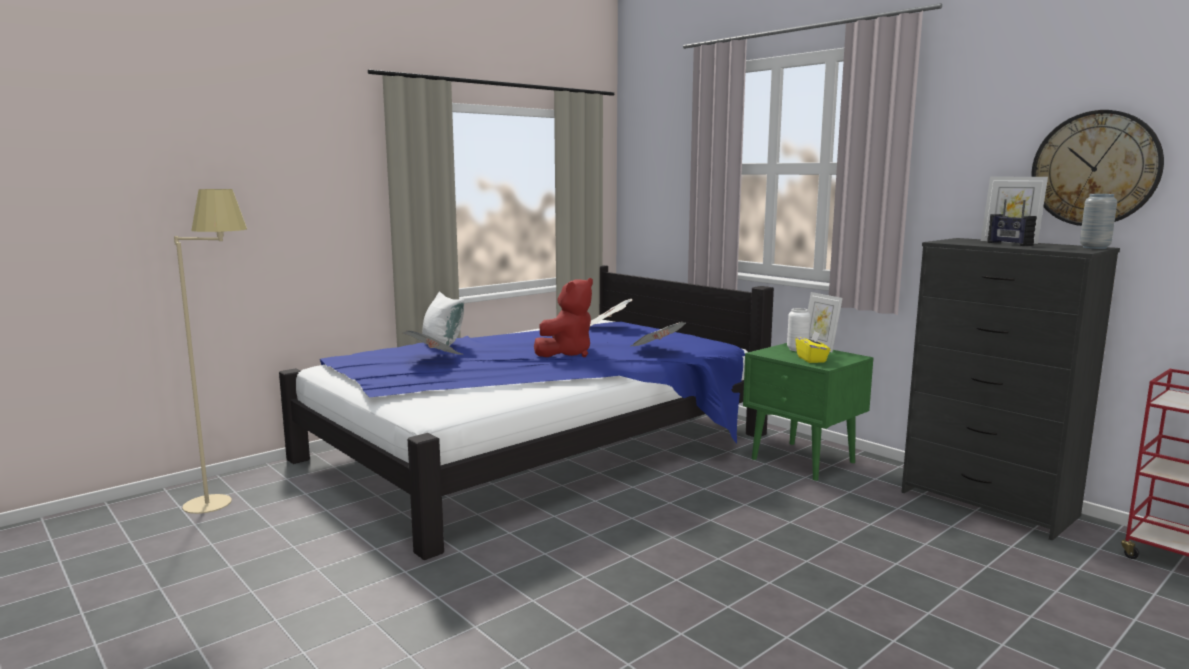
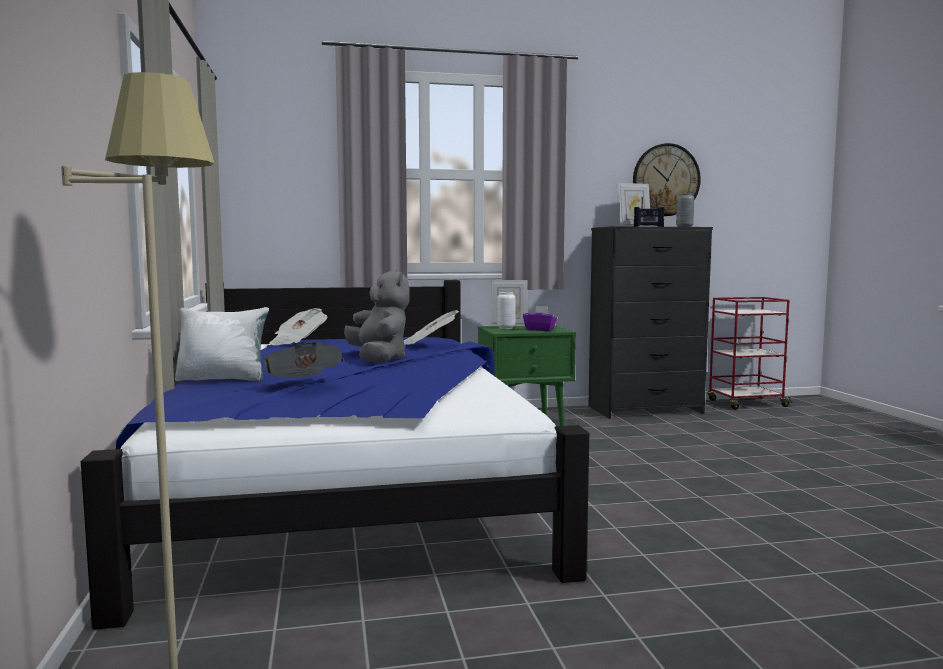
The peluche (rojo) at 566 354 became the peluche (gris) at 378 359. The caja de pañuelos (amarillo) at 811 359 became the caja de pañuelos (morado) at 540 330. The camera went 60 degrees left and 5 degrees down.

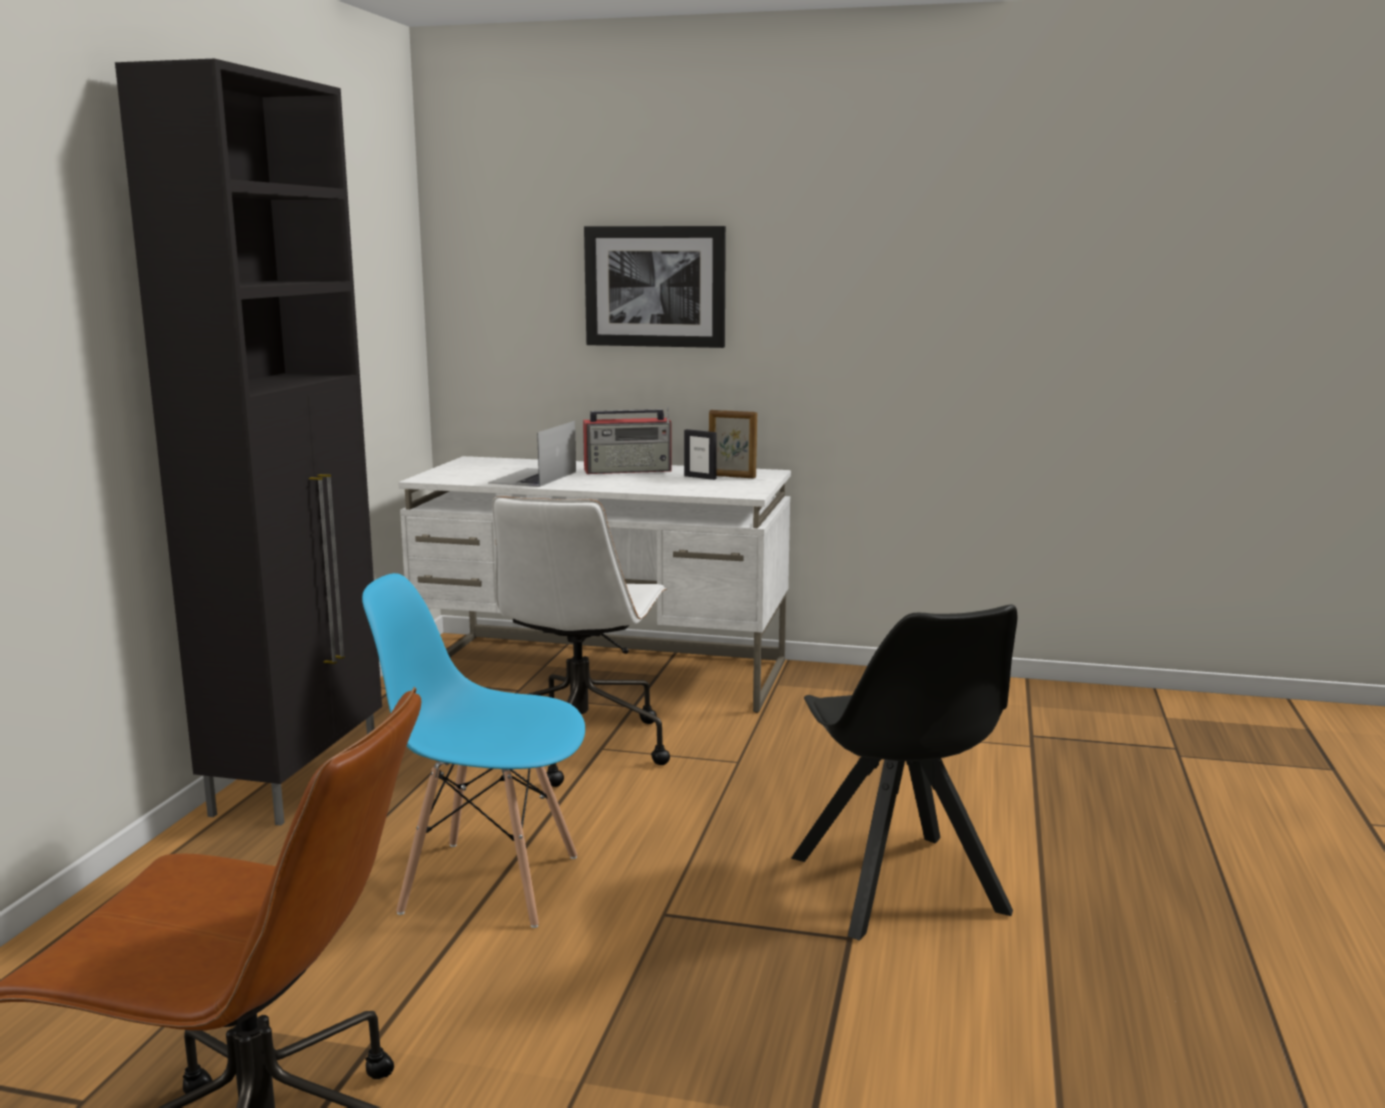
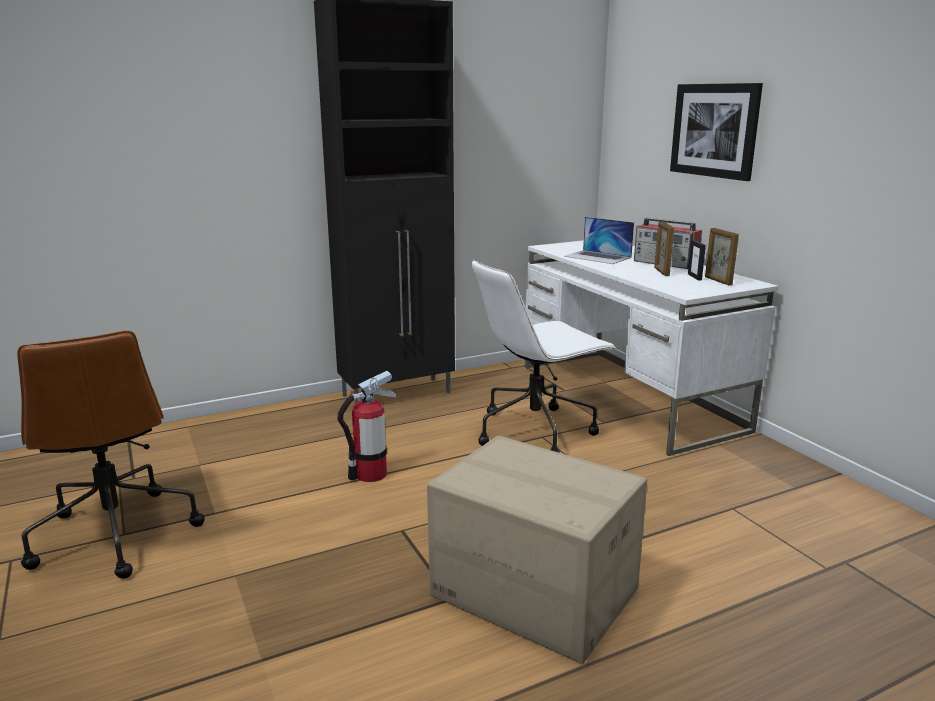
The portátil at 533 477 turned 120 degrees counterclockwise. The silla (azul) at 489 883 was replaced by the extintor at 370 474. The silla (negro) at 900 888 was replaced by the caja de cartón at 533 593. The portarretratos at 661 272 appeared. The camera went 50 degrees right and 5 degrees up.

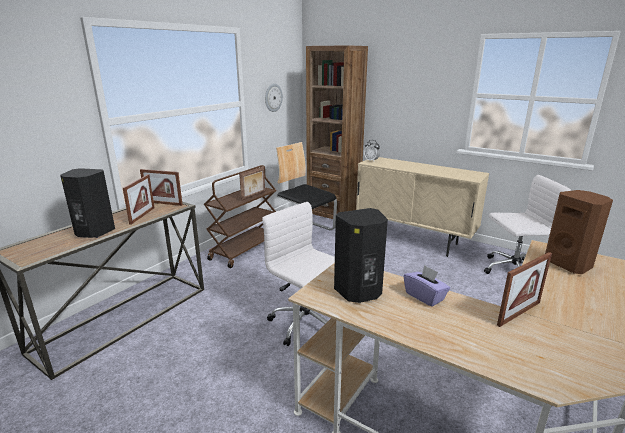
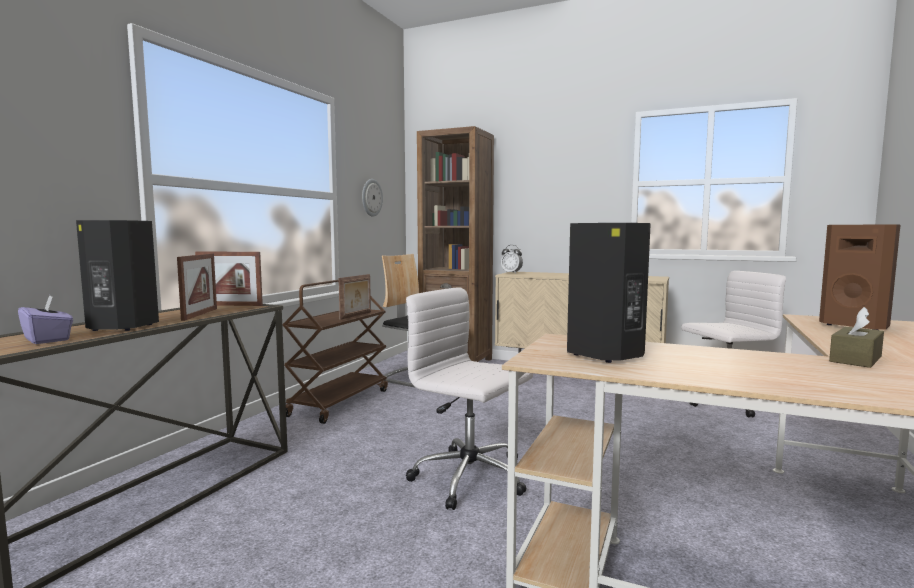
The portarretratos at 519 313 was replaced by the caja de pañuelos (marrón) at 855 359. The caja de pañuelos (morado) moved from 425 296 to 48 339. The camera went 10 degrees left and 15 degrees down.

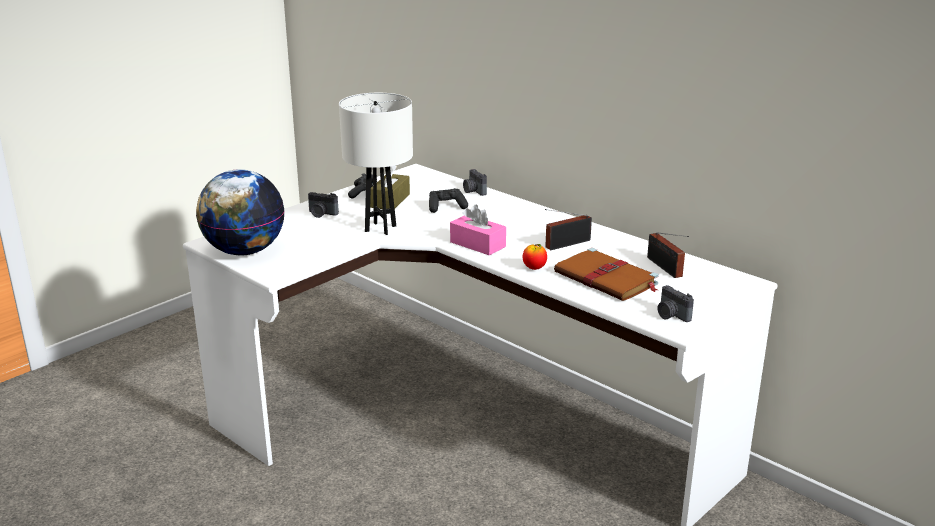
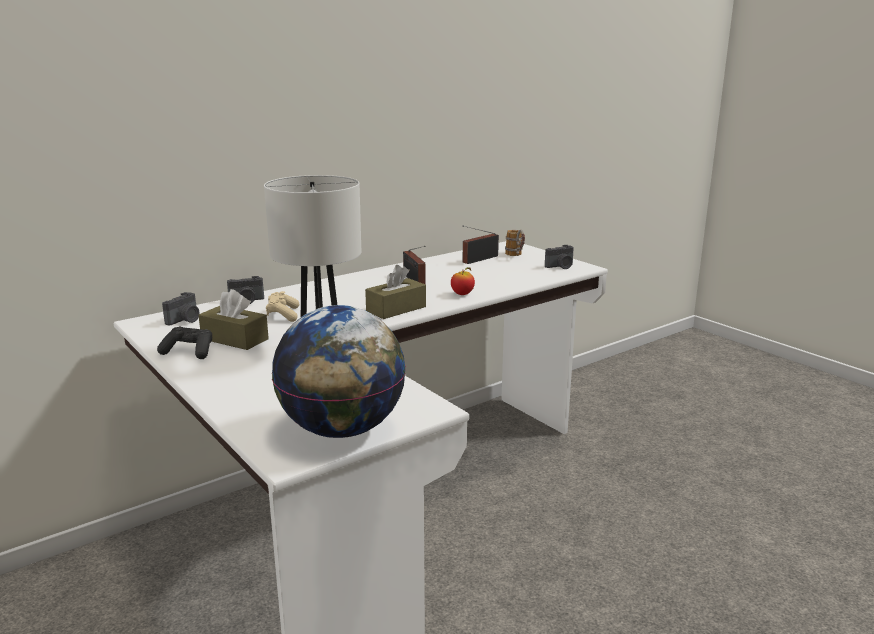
The mando de consola (negro) at 446 207 became the mando de consola (beis) at 283 315. The cámara moved from 321 214 to 185 320. The caja de pañuelos (rosa) at 477 244 became the caja de pañuelos (marrón) at 396 309. The radio at 665 268 turned 150 degrees clockwise. The libro (marrón) at 607 279 disappeared. The taza grande at 516 256 appeared. The camera went 80 degrees left and 5 degrees down.

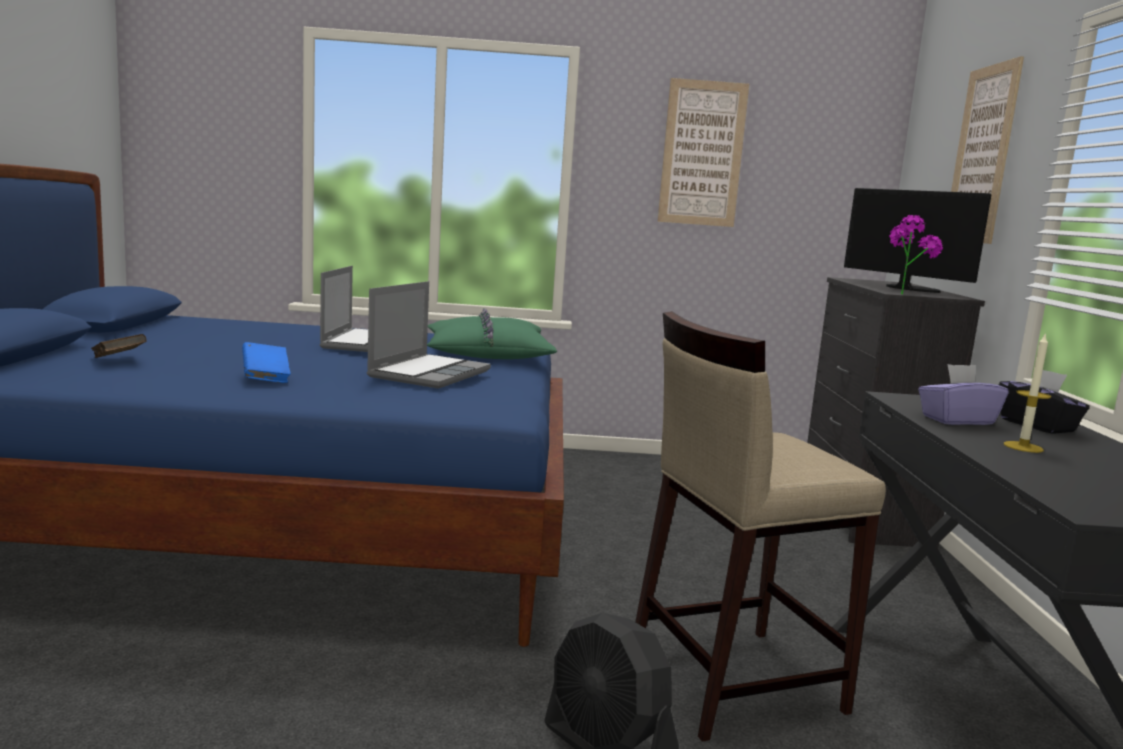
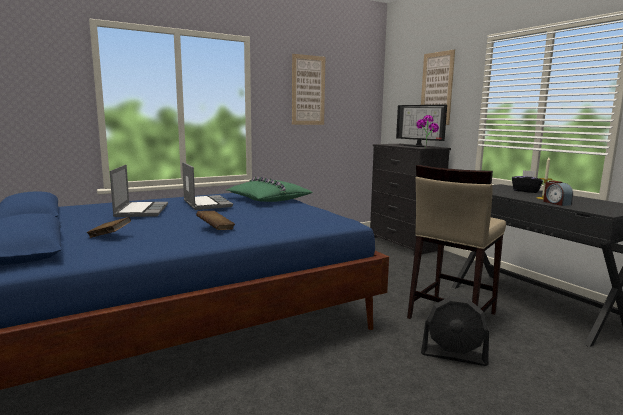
The monitor at 909 289 turned 150 degrees counterclockwise. The portátil moved from 429 373 to 141 210. The libro (azul) at 266 378 became the libro (marrón) at 216 229. The caja de pañuelos (morado) at 956 420 disappeared. The despertador at 556 203 appeared. The camera went 30 degrees left and 0 degrees up.

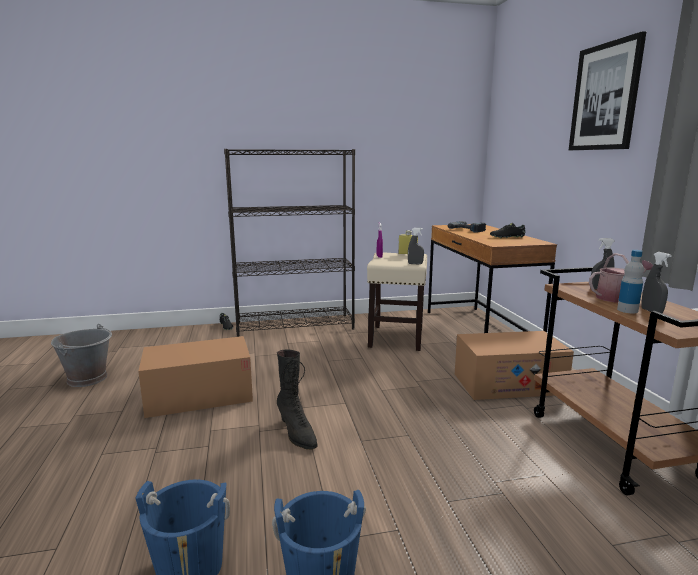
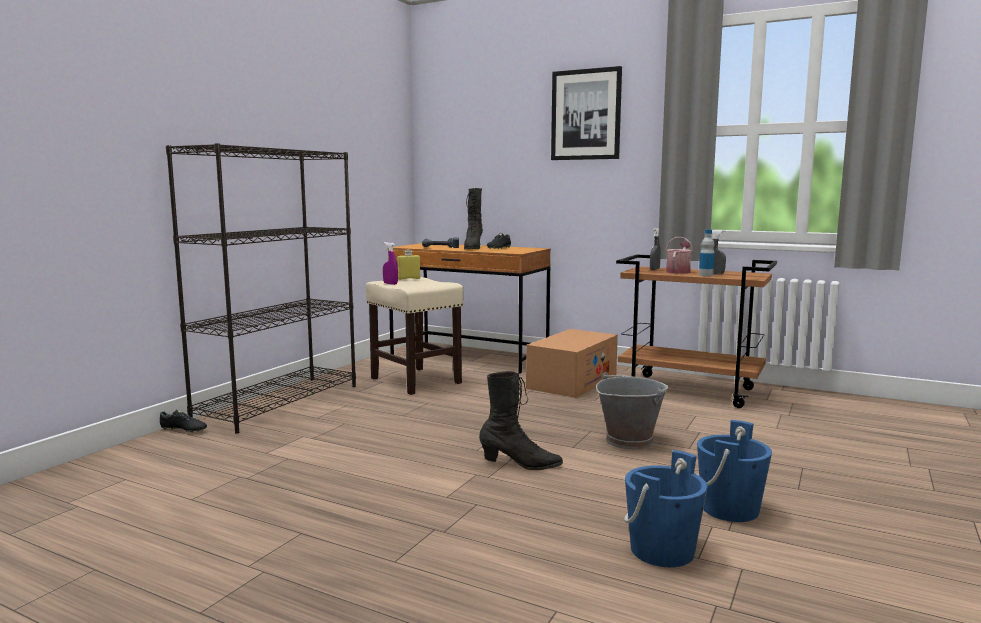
The pulverizador (gris) at 415 264 disappeared. The cubo (gris) moved from 88 378 to 629 440. The caja de cartón at 199 395 disappeared. The bota (negro) at 473 248 appeared. The camera went 50 degrees left and 5 degrees down.

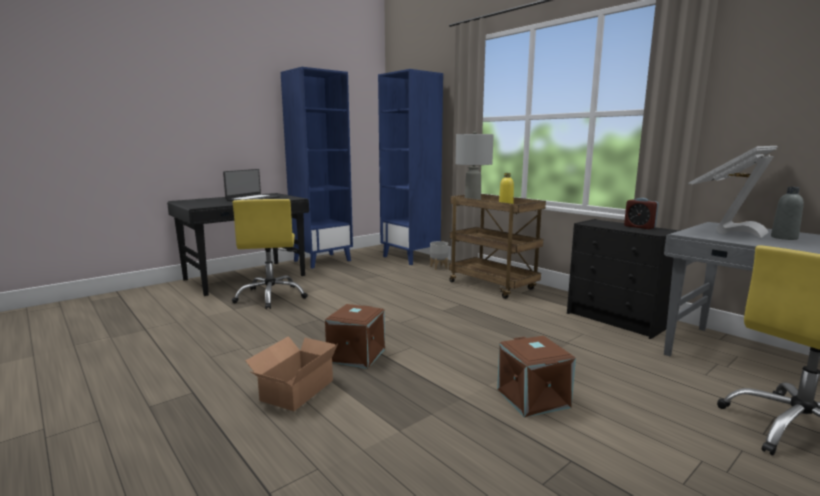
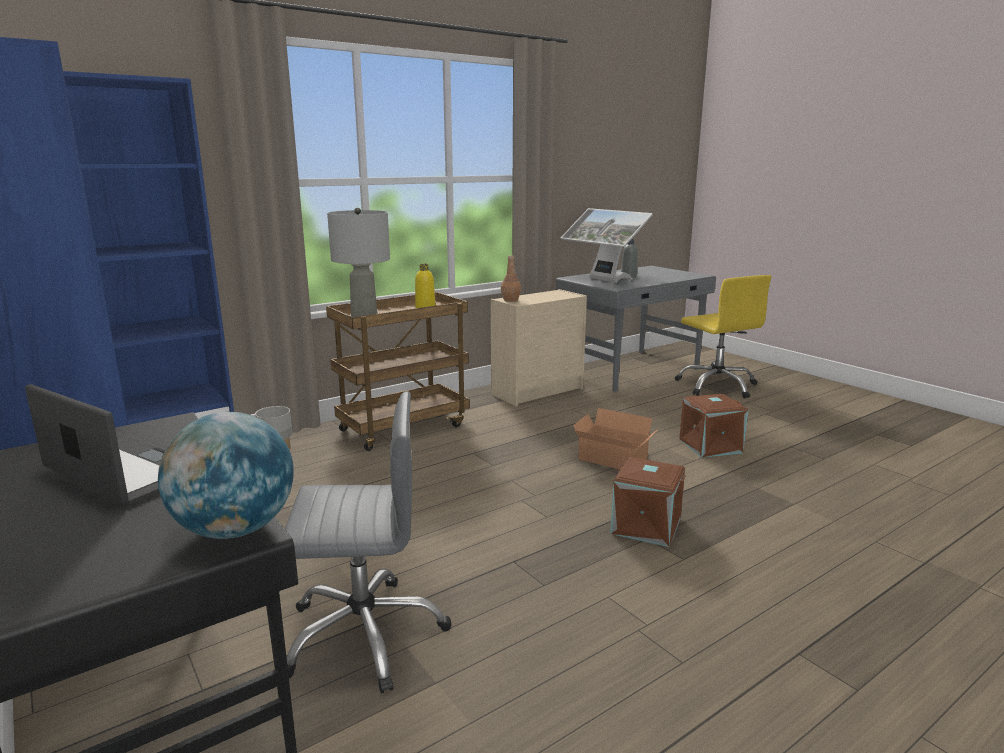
The despertador at 639 227 disappeared. The silla de oficina (amarillo) at 271 297 became the silla de oficina (gris) at 364 633. The cómoda (negro) at 617 320 became the cómoda (beis) at 538 391. The caja de cartón moved from 294 390 to 613 460. The botella (marrón) at 510 300 appeared. The globo terráqueo at 235 529 appeared. The camera went 85 degrees left and 5 degrees up.

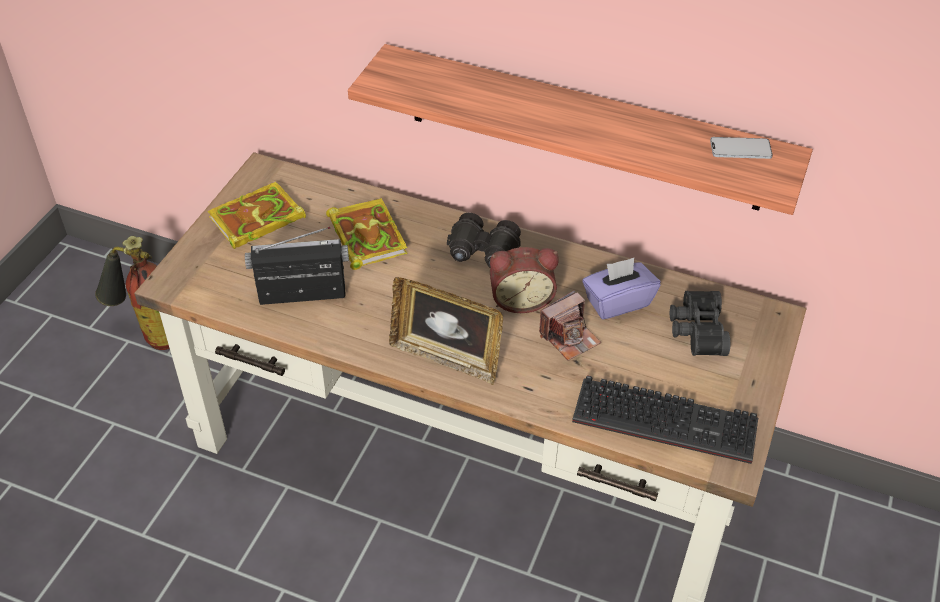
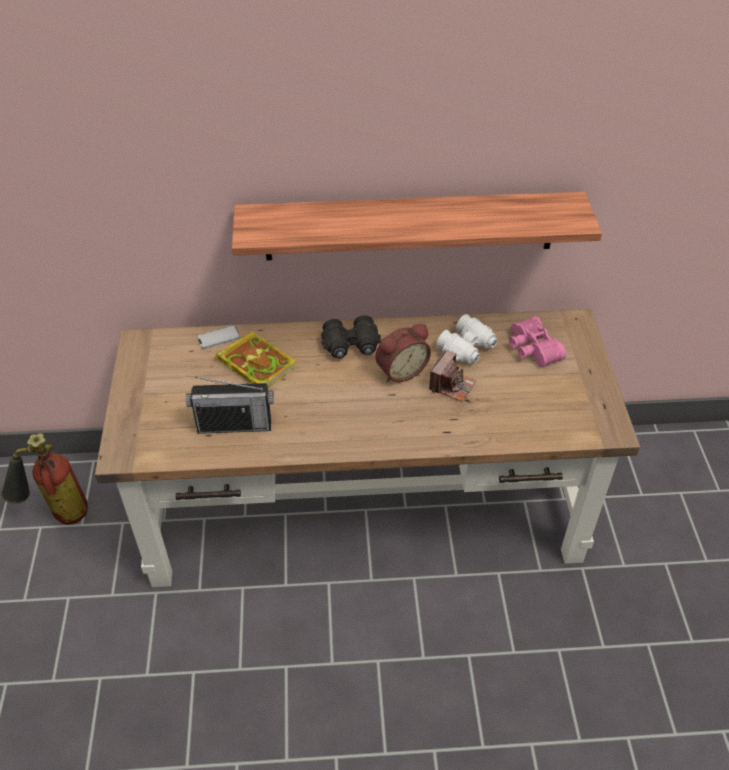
The móvil moved from 740 149 to 218 338. The libro at 255 220 disappeared. The radio at 302 294 turned 150 degrees counterclockwise. The caja de pañuelos (morado) at 617 302 was replaced by the prismáticos (blanco) at 467 348. The portarretratos at 446 357 disappeared. The prismáticos (negro) at 695 330 became the prismáticos (rosa) at 531 349. The teclado at 668 420 disappeared. The camera went 25 degrees left and 0 degrees up.

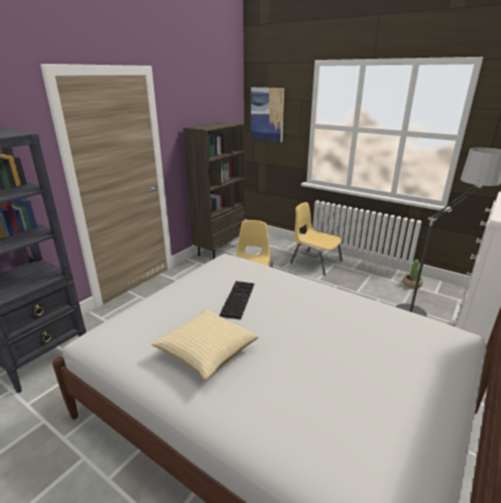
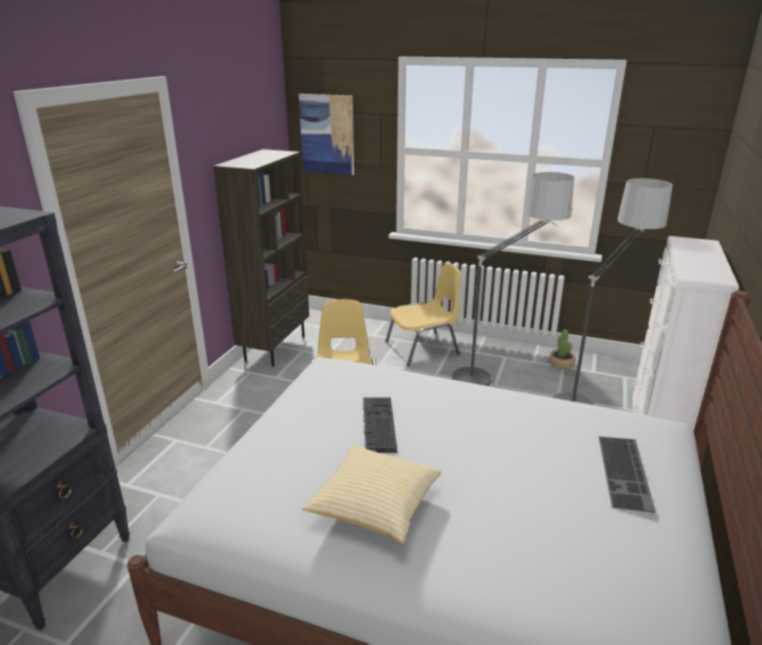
The silla (amarillo) at 315 262 turned 135 degrees clockwise. The lámpara de pie at 499 375 appeared. The teclado at 626 473 appeared. The camera went 15 degrees left and 0 degrees up.

